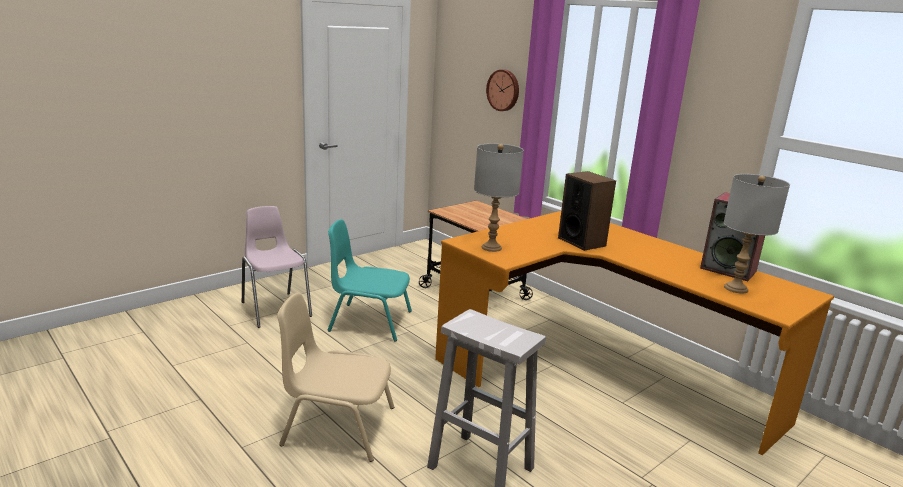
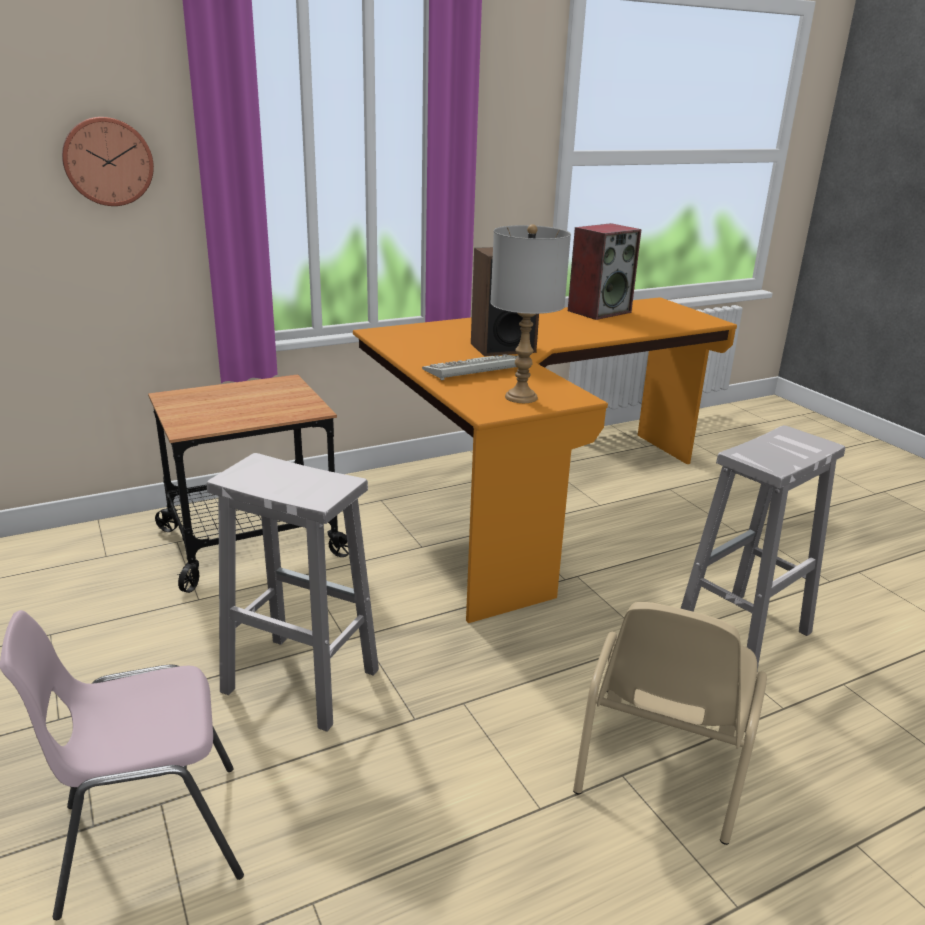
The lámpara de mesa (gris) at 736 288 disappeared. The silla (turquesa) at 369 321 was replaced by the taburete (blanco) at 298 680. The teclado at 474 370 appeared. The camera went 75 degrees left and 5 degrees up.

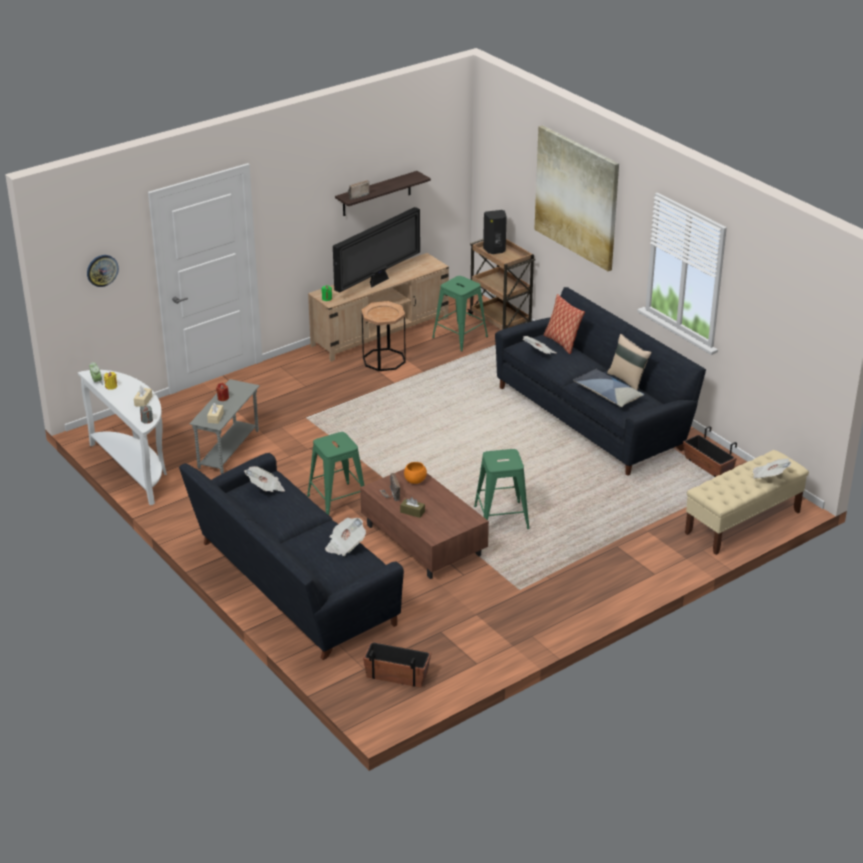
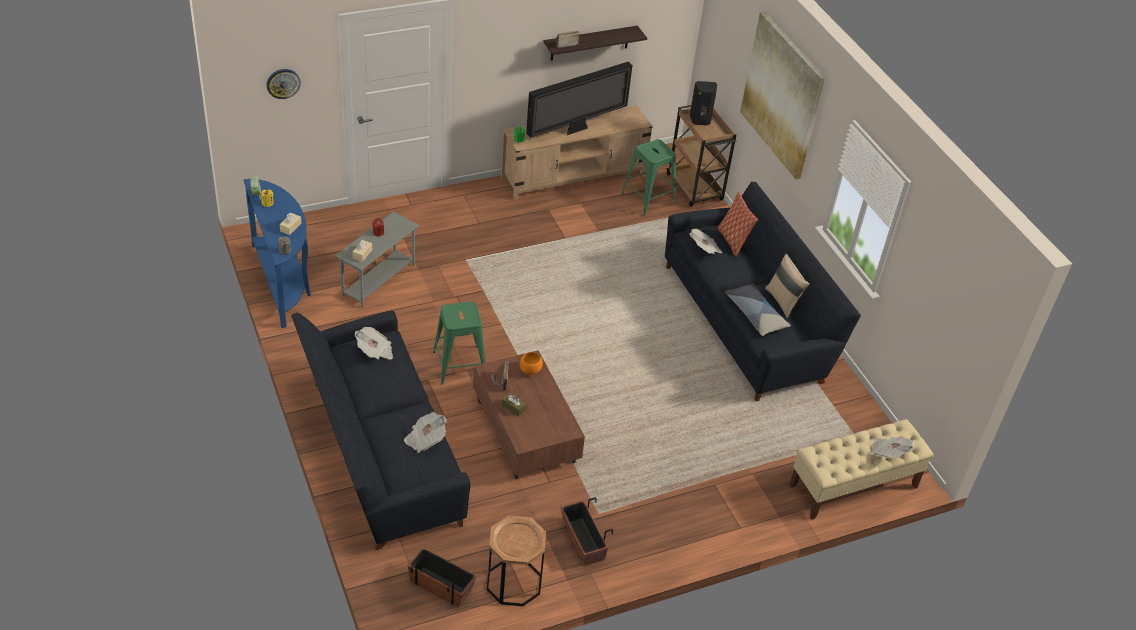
The mesa auxiliar (marrón) moved from 384 360 to 514 582. The mesa consola (blanco) at 135 469 became the mesa consola (azul) at 284 282. The maceta moved from 708 466 to 583 541. The taburete (verde) at 501 517 disappeared. The camera went 10 degrees right and 10 degrees up.

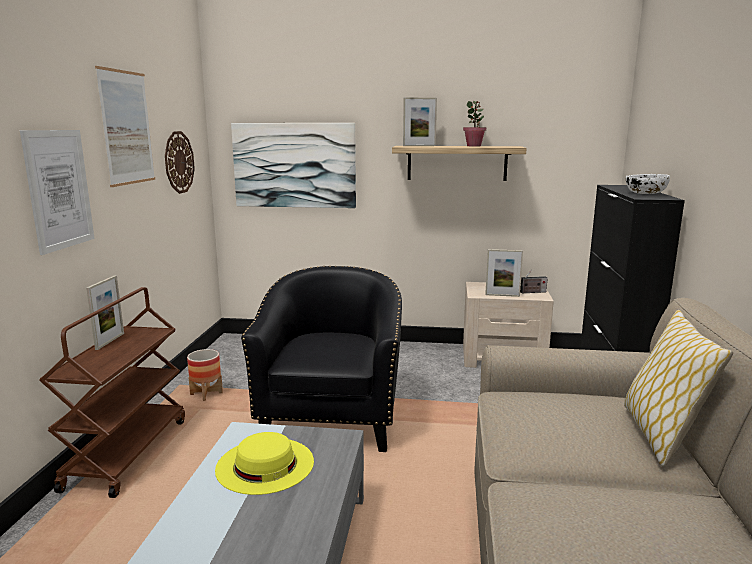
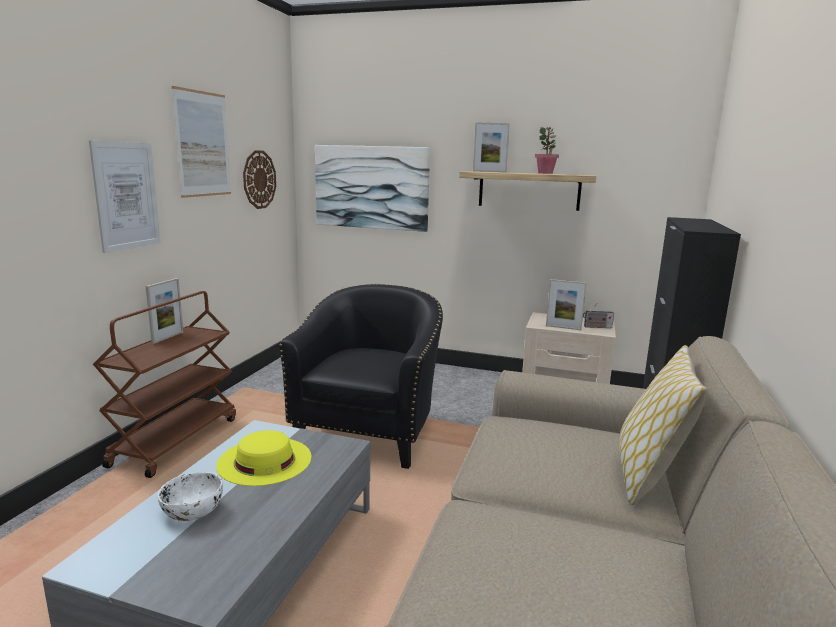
The cuenco (blanco) moved from 645 193 to 192 510. The maceta at 206 394 disappeared. The camera went 10 degrees right and 0 degrees up.

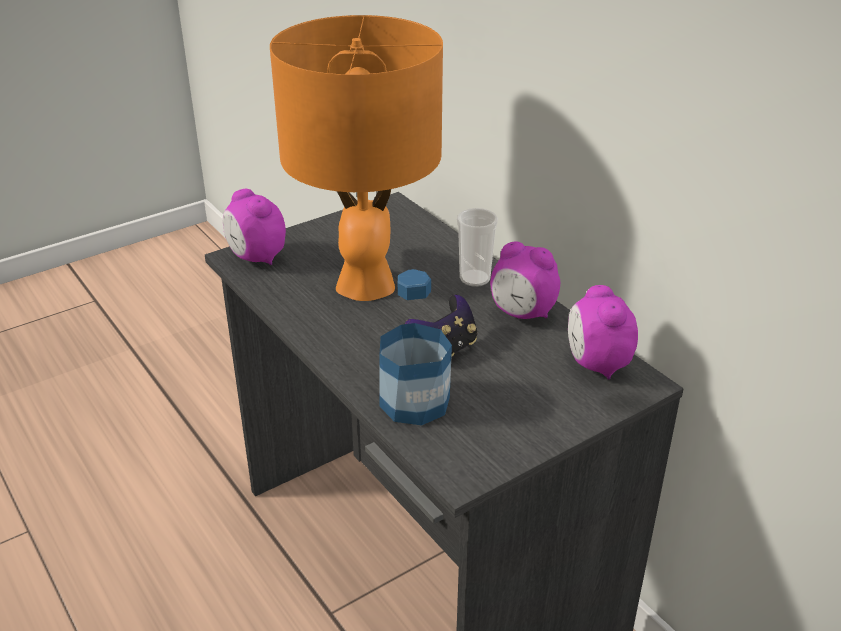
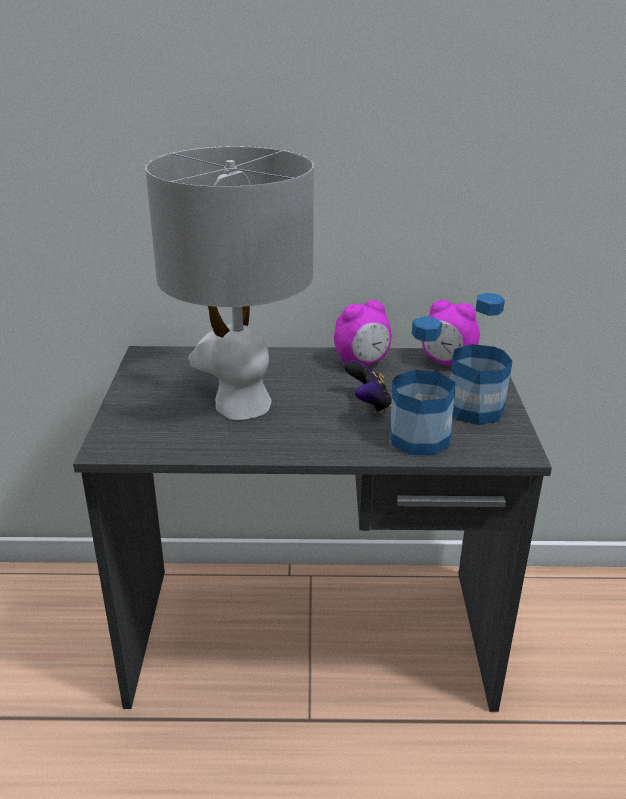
The lámpara de mesa (naranja) at 366 283 became the lámpara de mesa (gris) at 241 404. The despertador at 256 257 disappeared. The taza at 475 279 disappeared. The botella at 474 409 appeared. The camera went 55 degrees left and 5 degrees down.

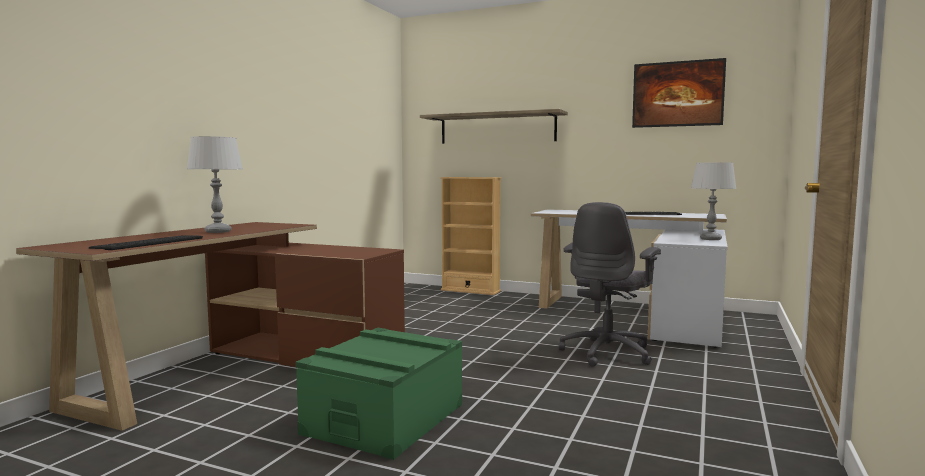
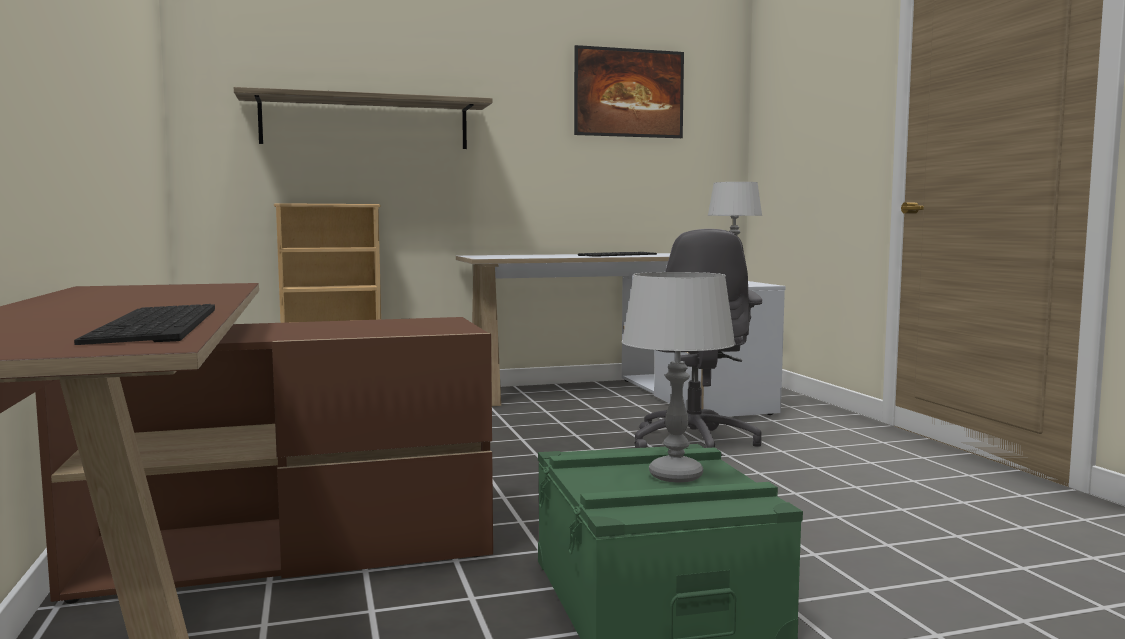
The lámpara de mesa (gris) moved from 218 231 to 675 475. The camera went 40 degrees left and 0 degrees up.

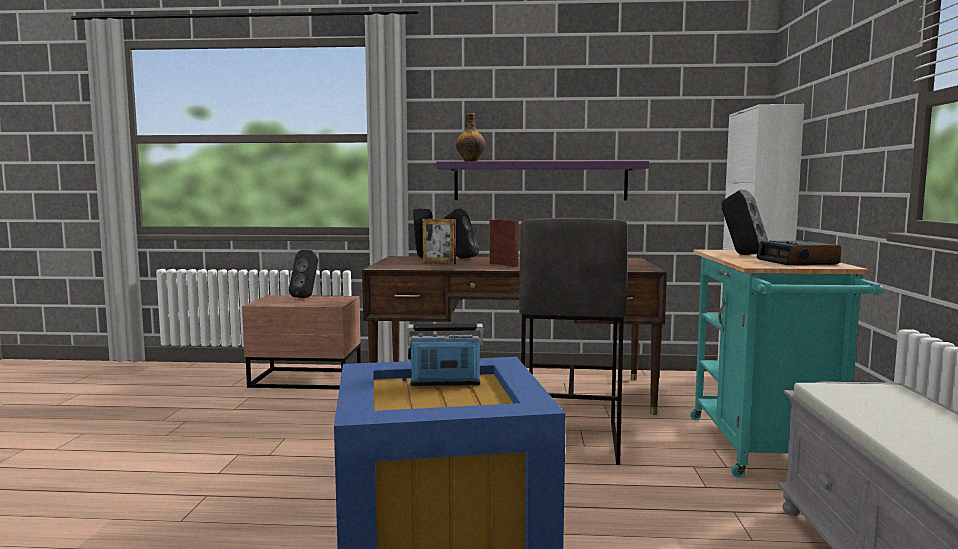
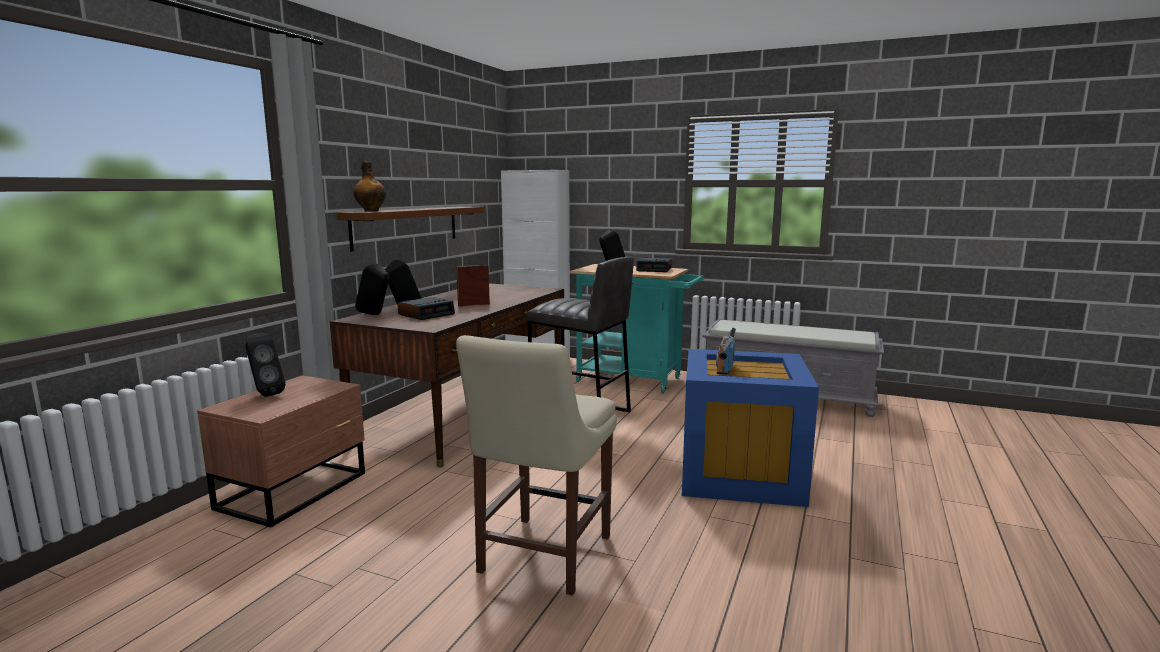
The estante (morado) at 540 181 became the estante (marrón) at 407 226. The portarretratos at 439 263 was replaced by the despertador at 426 314. The silla (beis) at 542 557 appeared. The camera went 70 degrees left and 5 degrees up.

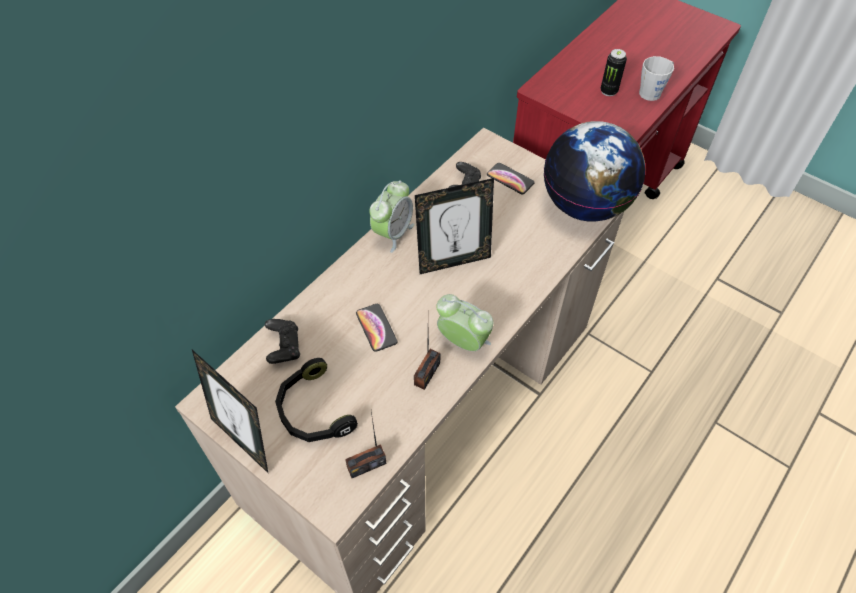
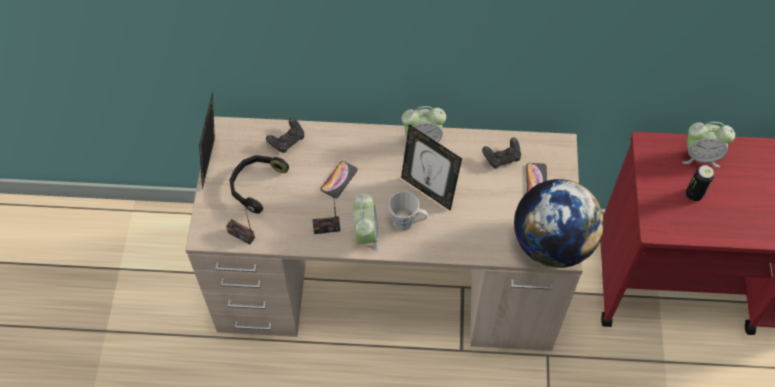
The taza grande (gris) moved from 653 92 to 408 222. The despertador at 700 156 appeared. The camera went 55 degrees right and 5 degrees up.

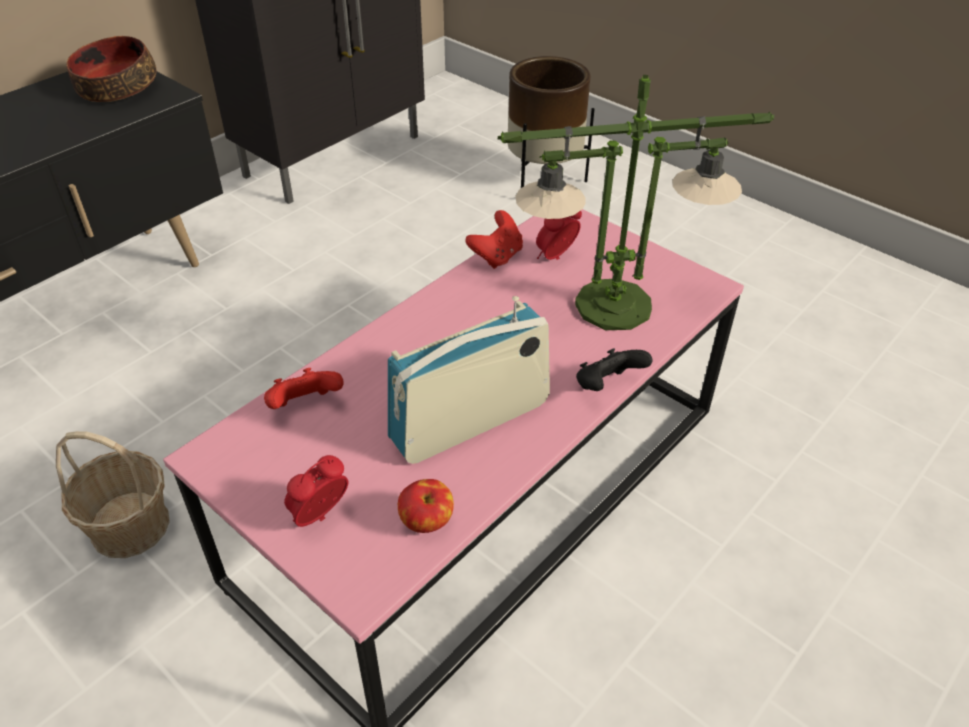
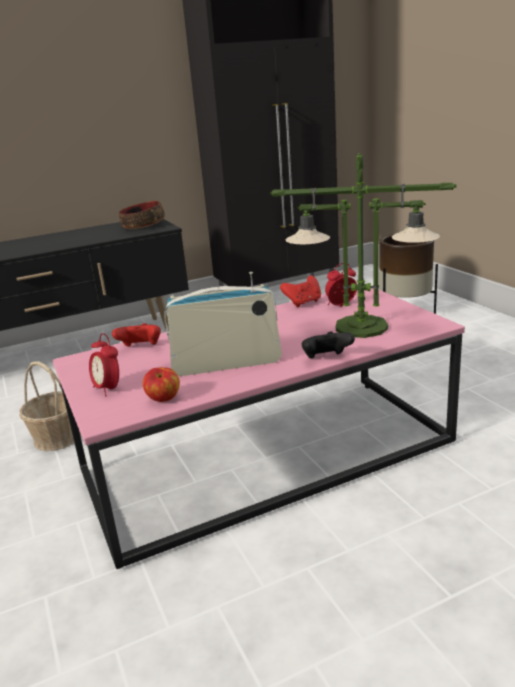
The despertador at 320 517 turned 105 degrees counterclockwise. The camera went 25 degrees right and 20 degrees down.

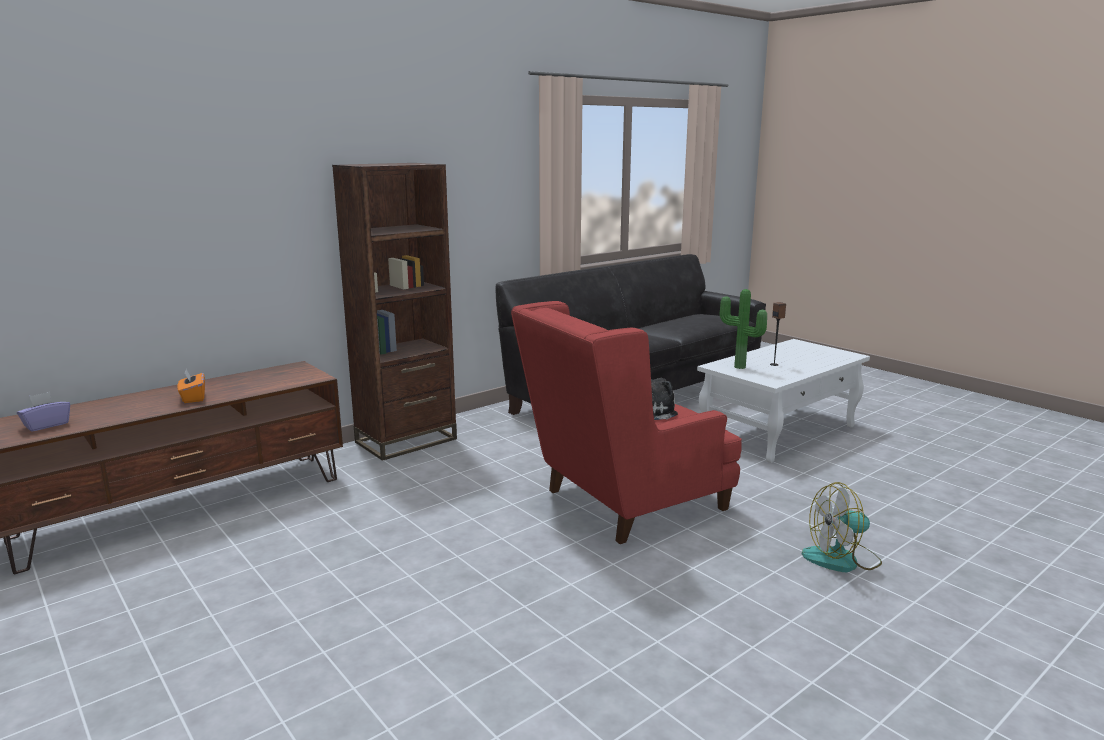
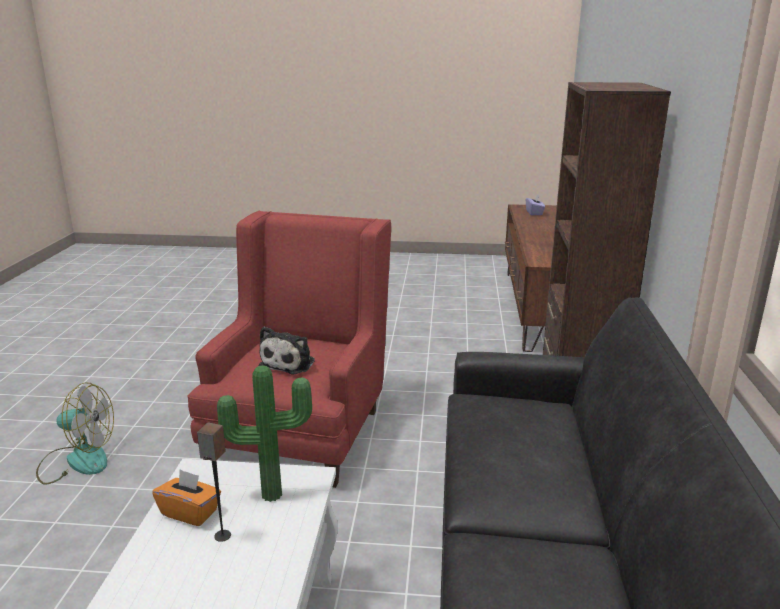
The caja de pañuelos (naranja) moved from 193 398 to 190 512. The ventilador at 842 559 turned 60 degrees clockwise. The camera went 135 degrees right and 5 degrees up.

